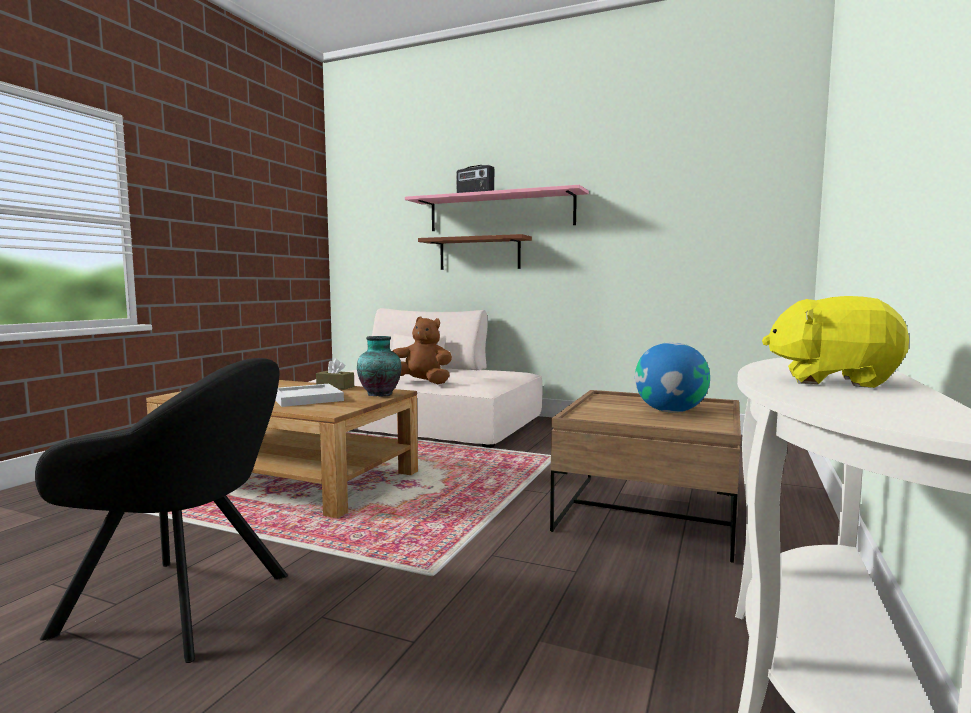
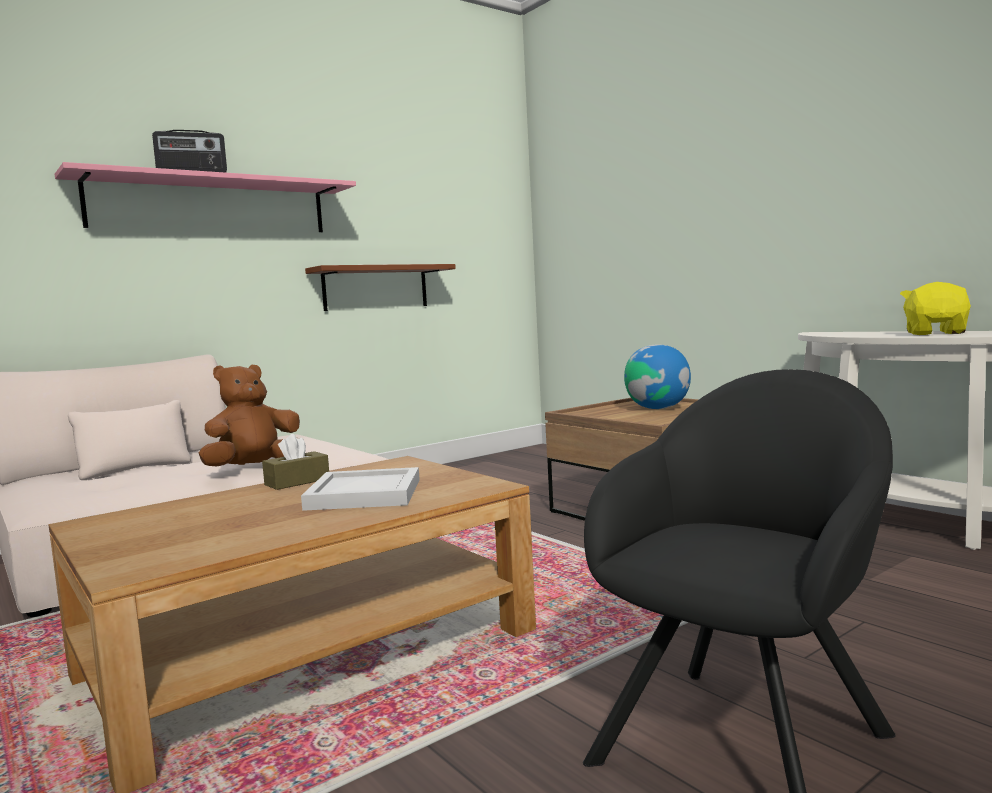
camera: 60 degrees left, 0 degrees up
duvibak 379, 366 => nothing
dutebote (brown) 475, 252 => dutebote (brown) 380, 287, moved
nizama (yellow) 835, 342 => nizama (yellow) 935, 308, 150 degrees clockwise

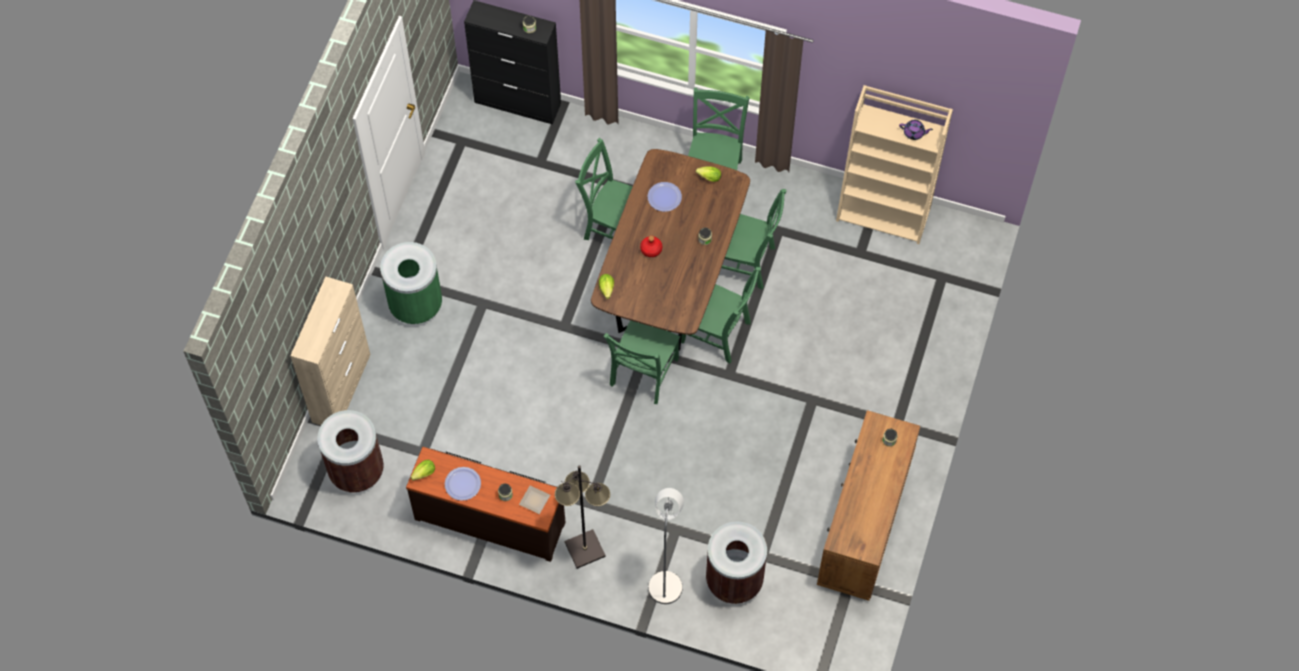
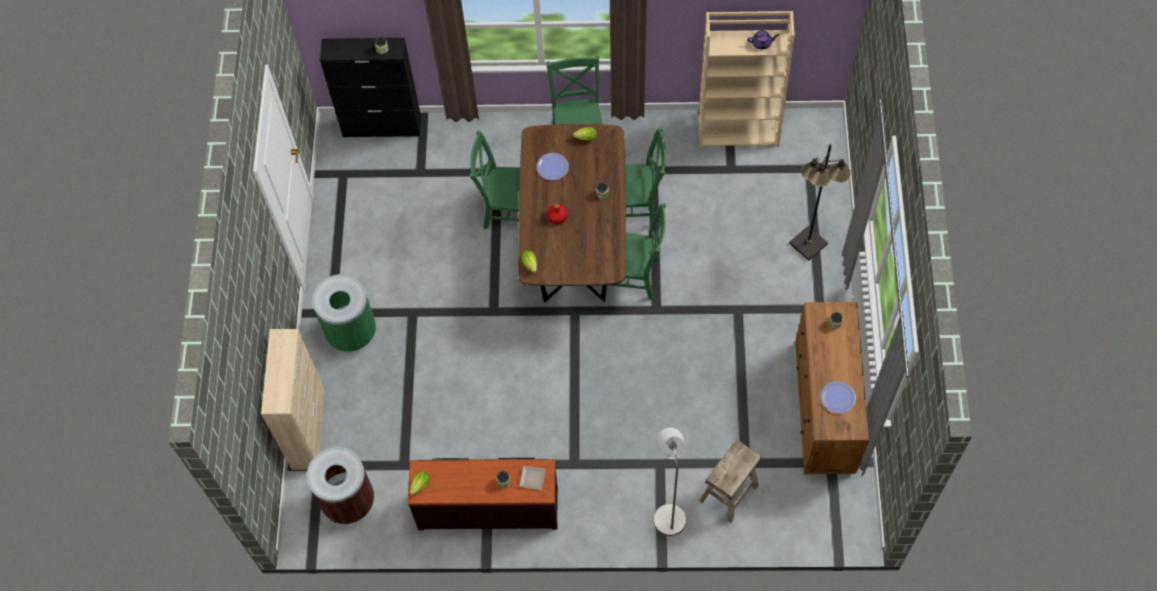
camera: 15 degrees left, 0 degrees up
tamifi 463, 484 => tamifi 838, 397, moved
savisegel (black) 582, 517 => savisegel (black) 820, 202, moved
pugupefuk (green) 642, 362 => nothing
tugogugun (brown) 736, 563 => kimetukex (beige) 730, 481

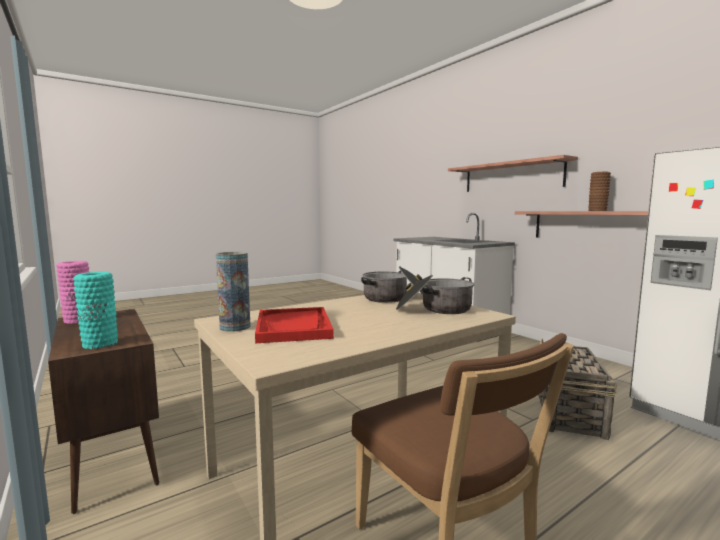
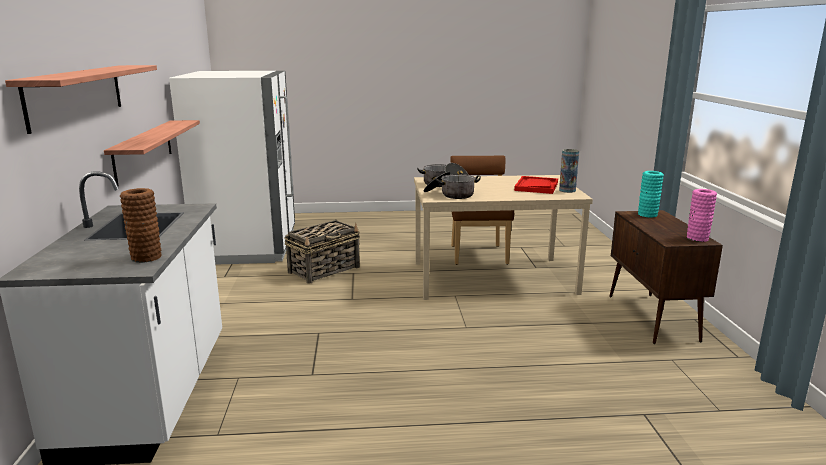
camera: 150 degrees left, 10 degrees up
duvibak (brown) 599, 191 => duvibak (brown) 140, 225, moved

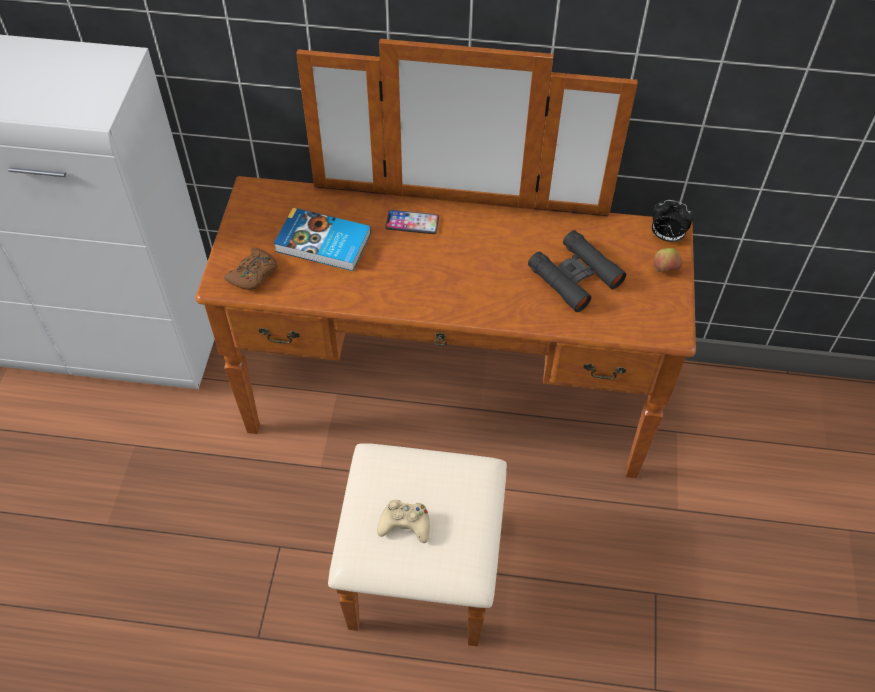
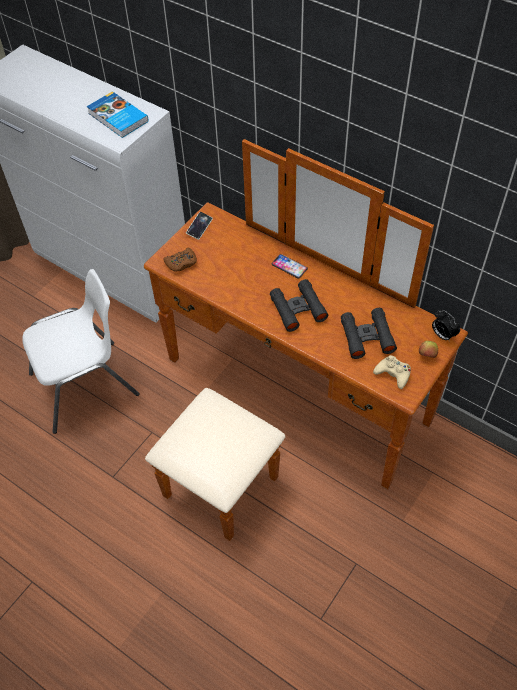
camera: 30 degrees right, 0 degrees up
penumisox 322, 239 => penumisox 117, 114, moved
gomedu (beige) 403, 521 => gomedu (beige) 392, 372, moved
nothing => pugupefuk (white) 80, 351
nothing => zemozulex 199, 226
nothing => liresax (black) 299, 305

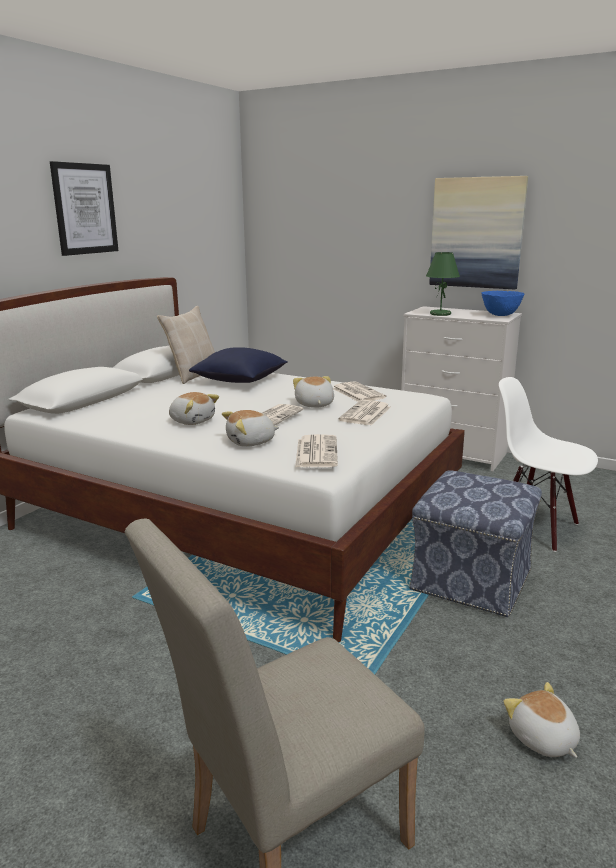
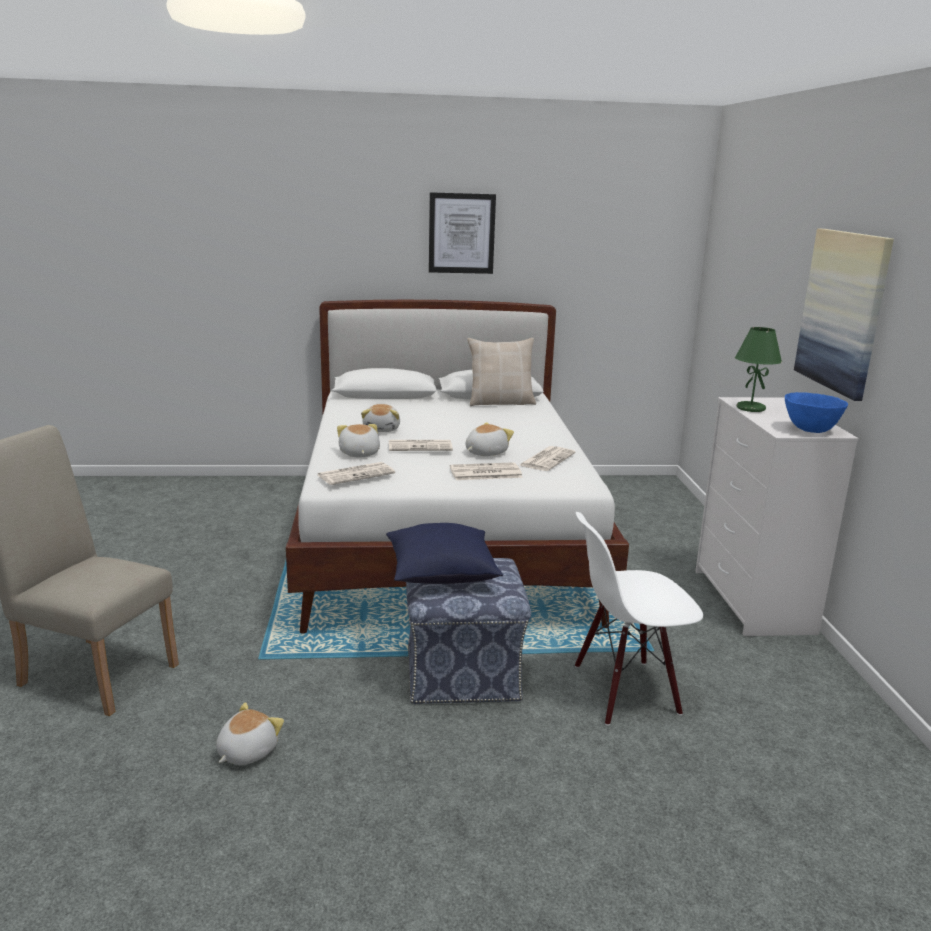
camera: 55 degrees right, 0 degrees up
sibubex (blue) 238, 365 => sibubex (blue) 444, 553, moved
nizama 250, 428 => nizama 358, 440, 45 degrees clockwise
pugupefuk (white) 548, 464 => pugupefuk (white) 639, 619, 105 degrees counterclockwise

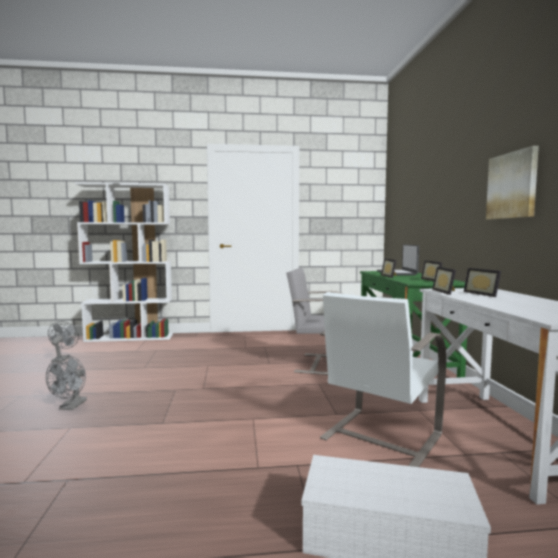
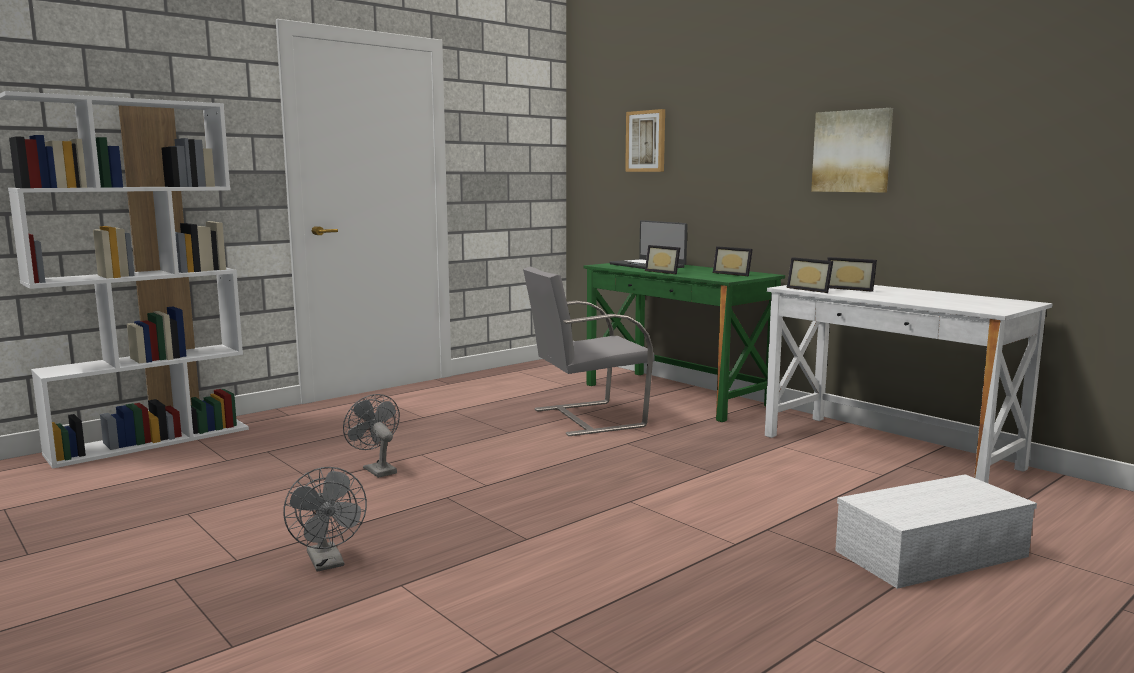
camera: 35 degrees left, 5 degrees up
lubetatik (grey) 63, 342 => lubetatik (grey) 371, 436, moved
pugupefuk (white) 383, 379 => nothing
nothing => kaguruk 645, 140

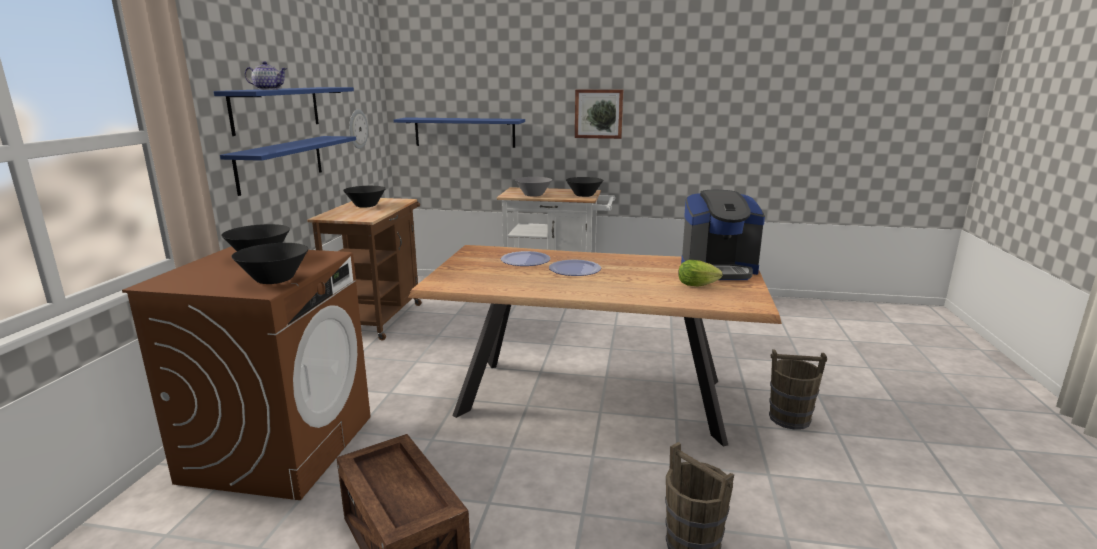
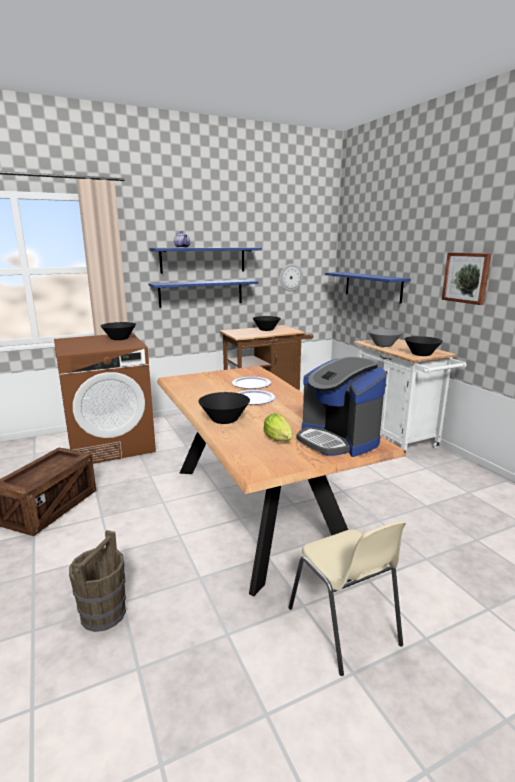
camera: 55 degrees right, 0 degrees up
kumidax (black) 269, 263 => kumidax (black) 224, 408, moved
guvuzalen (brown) 798, 389 => pugupefuk (beige) 347, 598

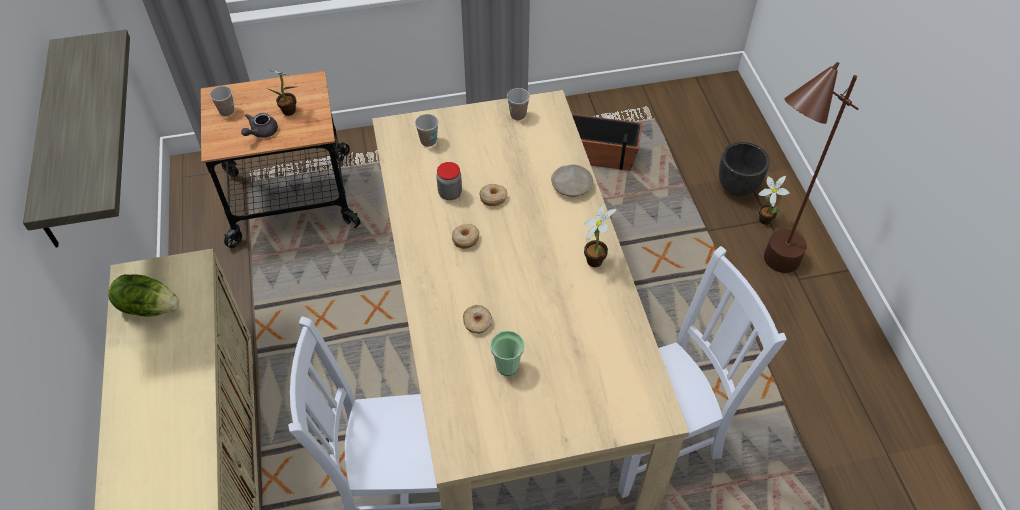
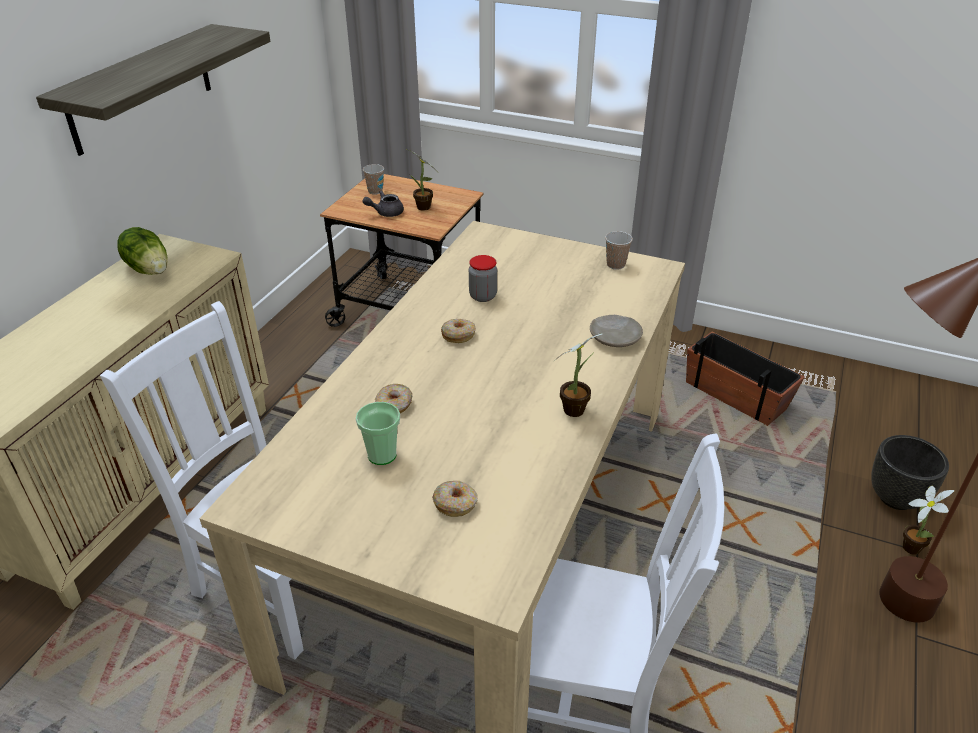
camera: 35 degrees right, 15 degrees down
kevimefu 426, 130 => nothing
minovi 493, 195 => minovi 455, 499, moved

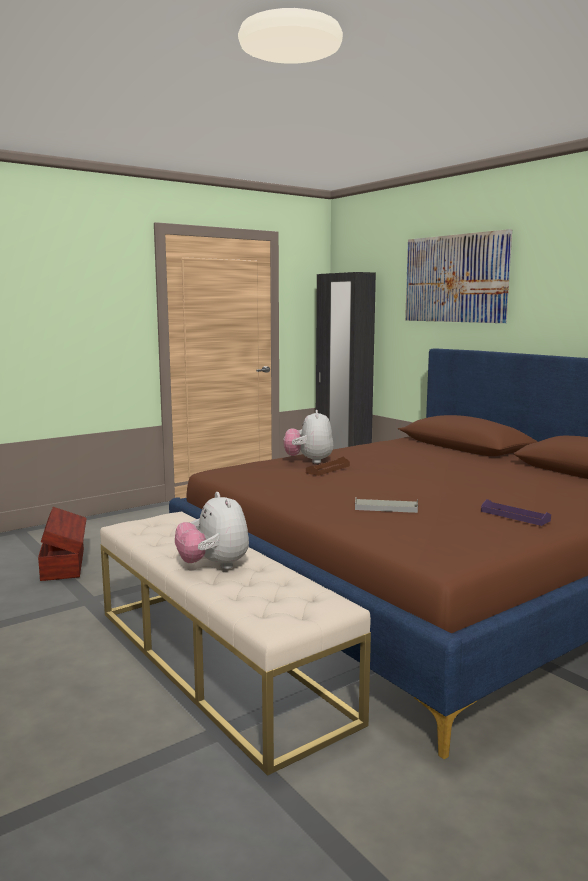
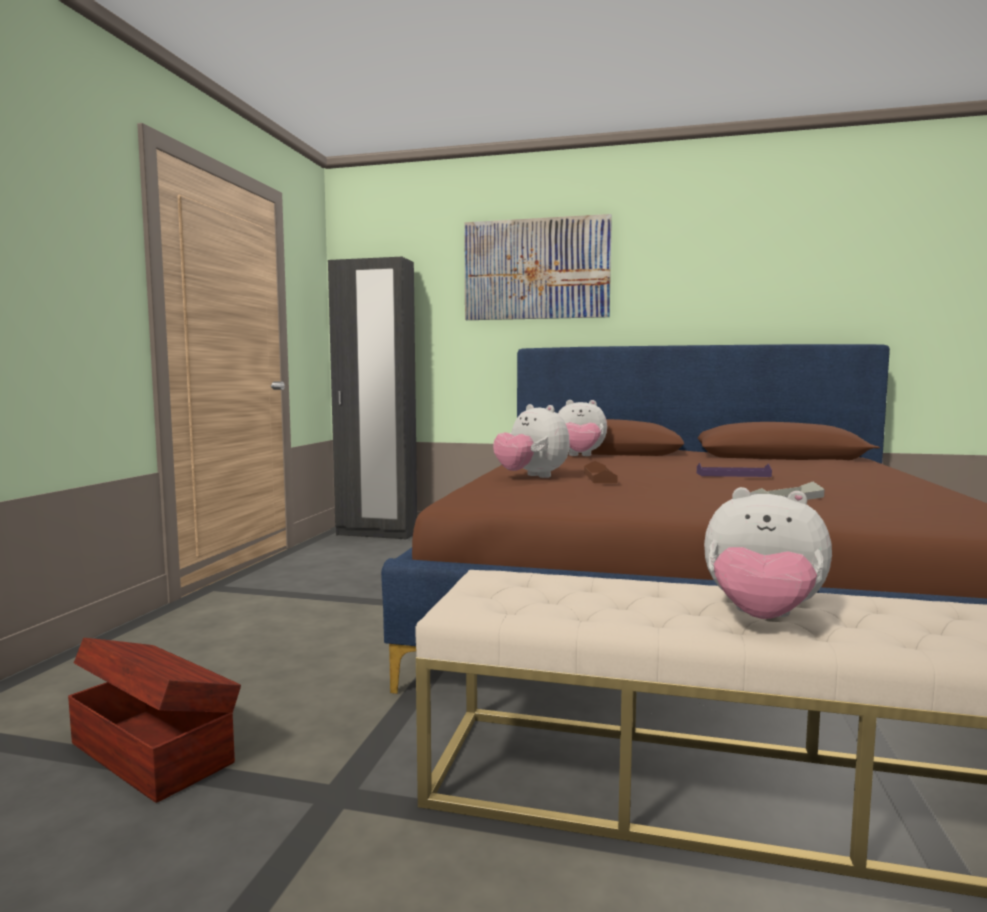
camera: 40 degrees left, 5 degrees down
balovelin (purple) 516, 512 => balovelin (purple) 734, 470, moved
nothing => nizama 582, 428

